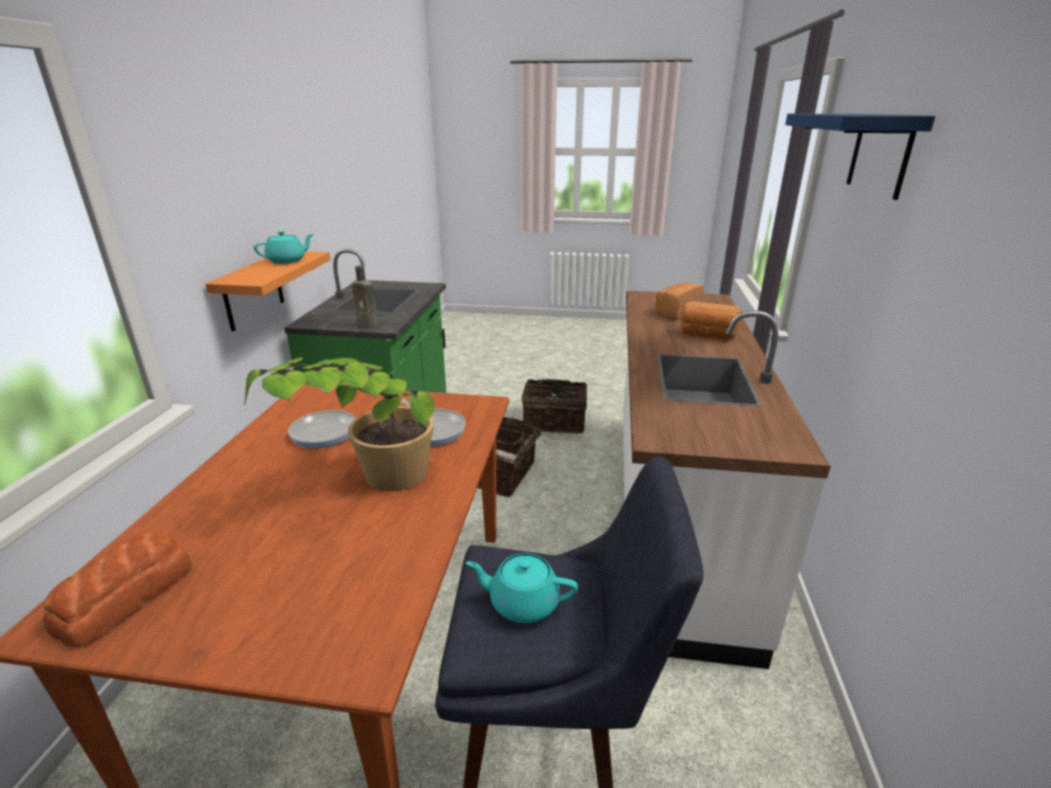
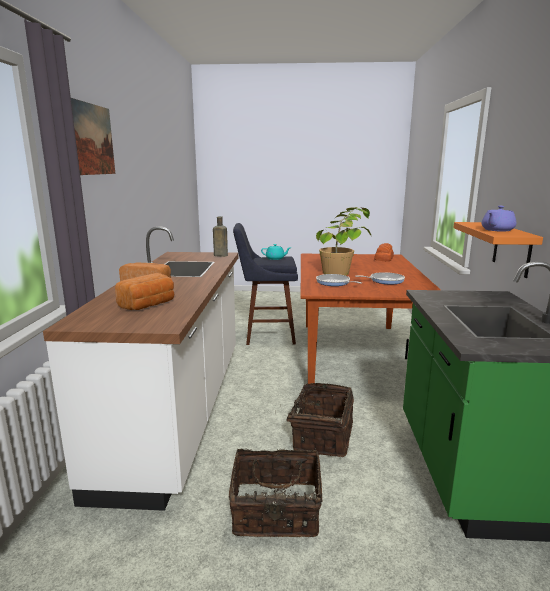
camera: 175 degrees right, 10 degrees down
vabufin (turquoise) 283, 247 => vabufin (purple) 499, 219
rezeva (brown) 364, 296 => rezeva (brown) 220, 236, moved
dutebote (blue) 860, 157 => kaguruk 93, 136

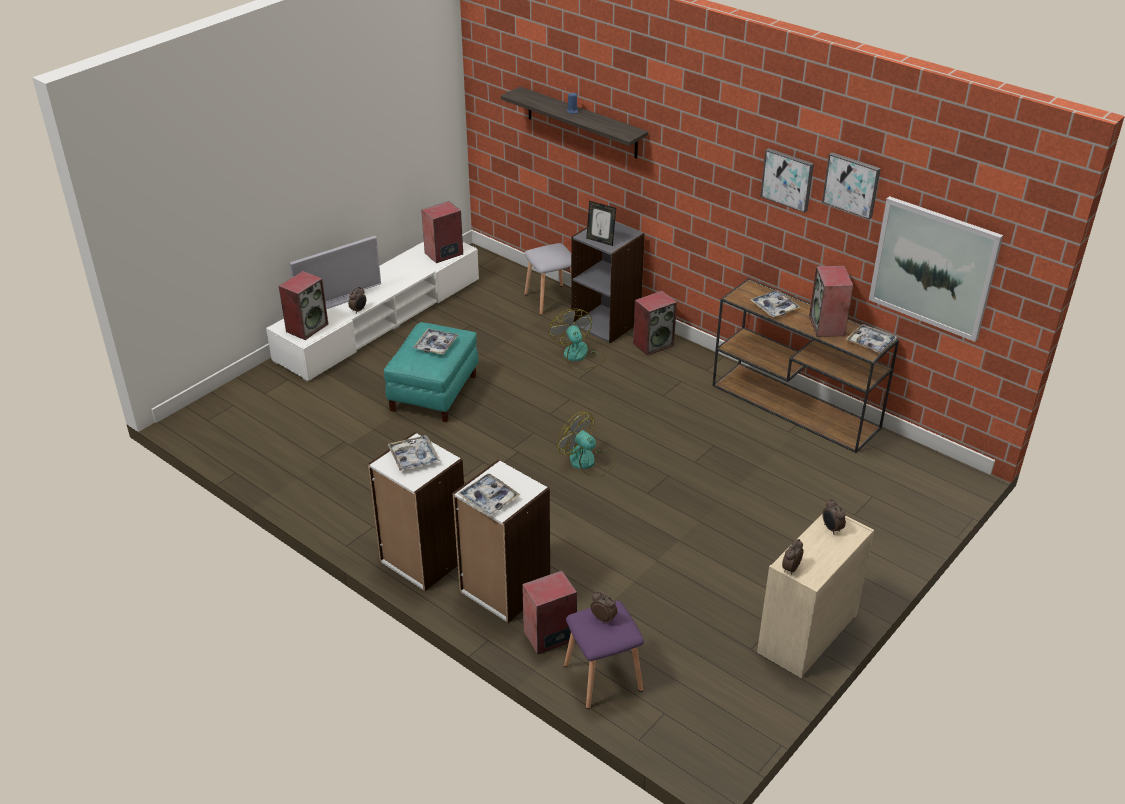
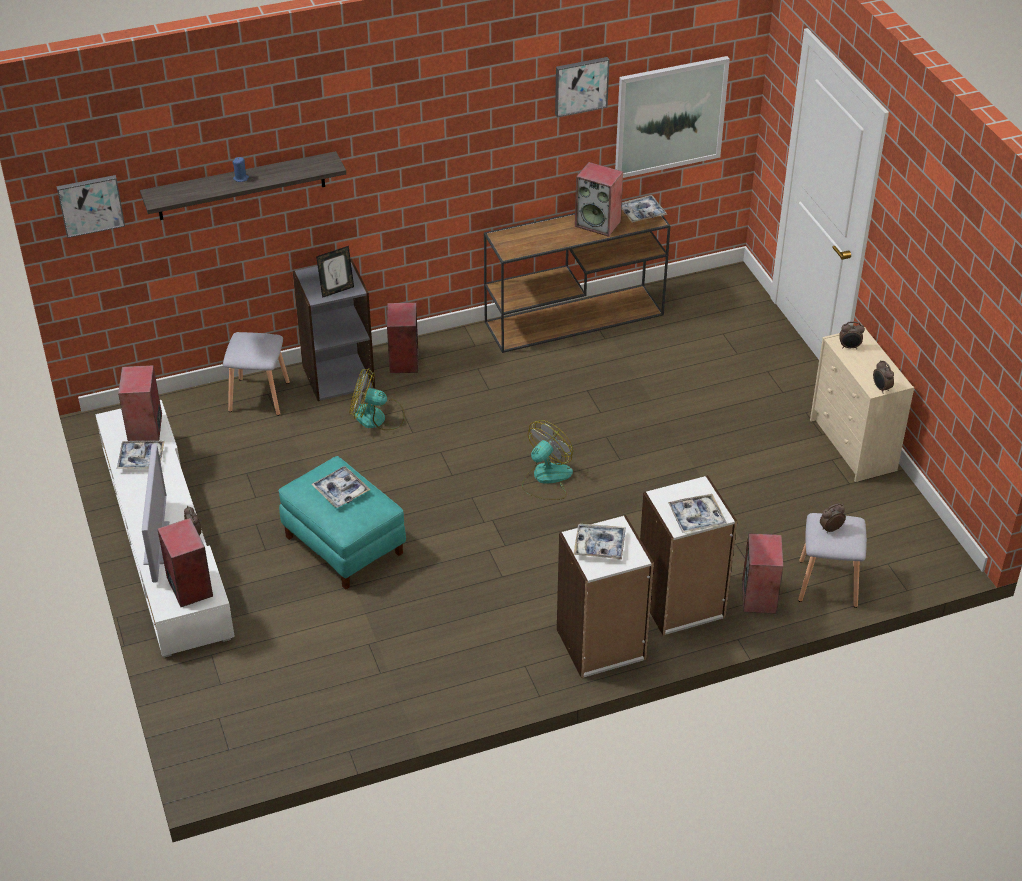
camera: 60 degrees left, 5 degrees up
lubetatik 586, 444 => lubetatik 547, 460, 150 degrees clockwise
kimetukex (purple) 604, 655 => kimetukex (grey) 832, 560
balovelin 775, 303 => balovelin 141, 455, moved
kaguruk 787, 180 => kaguruk 90, 206, moved

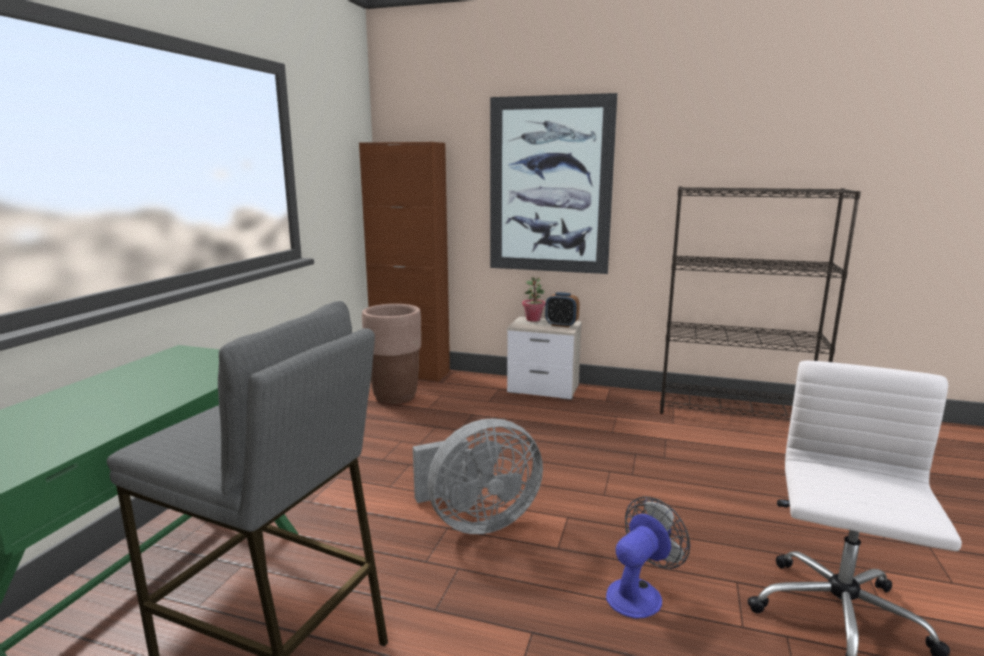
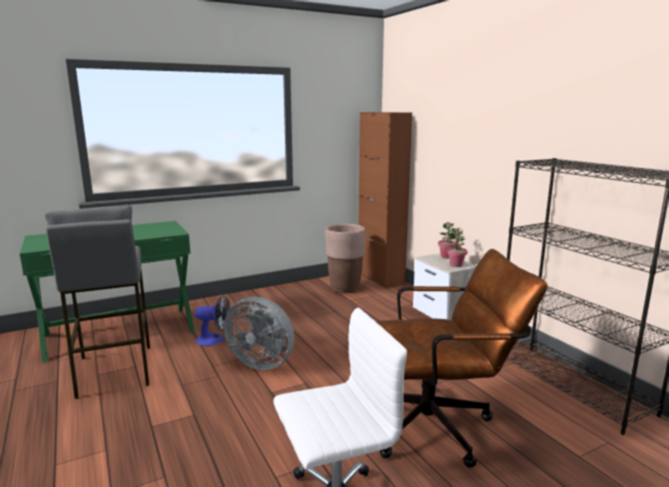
camera: 45 degrees right, 0 degrees up
kaguruk 553, 183 => nothing
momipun 562, 310 => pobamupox 457, 247
lubetatik 648, 558 => lubetatik 212, 320, moved
nothing => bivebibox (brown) 462, 358

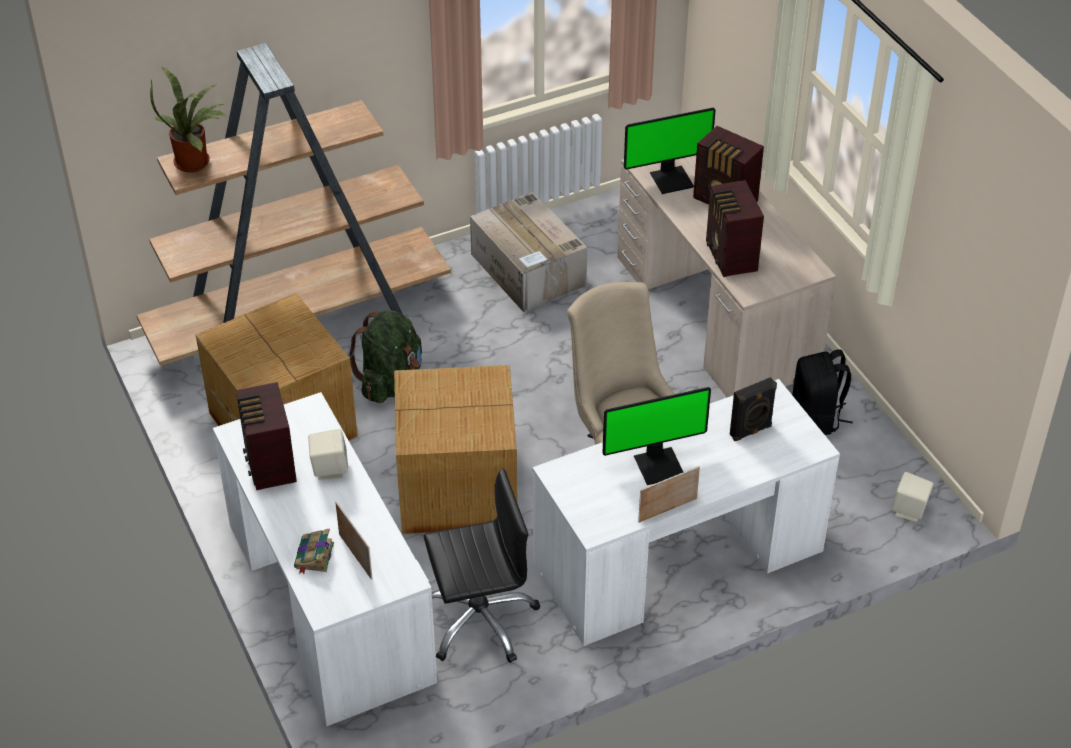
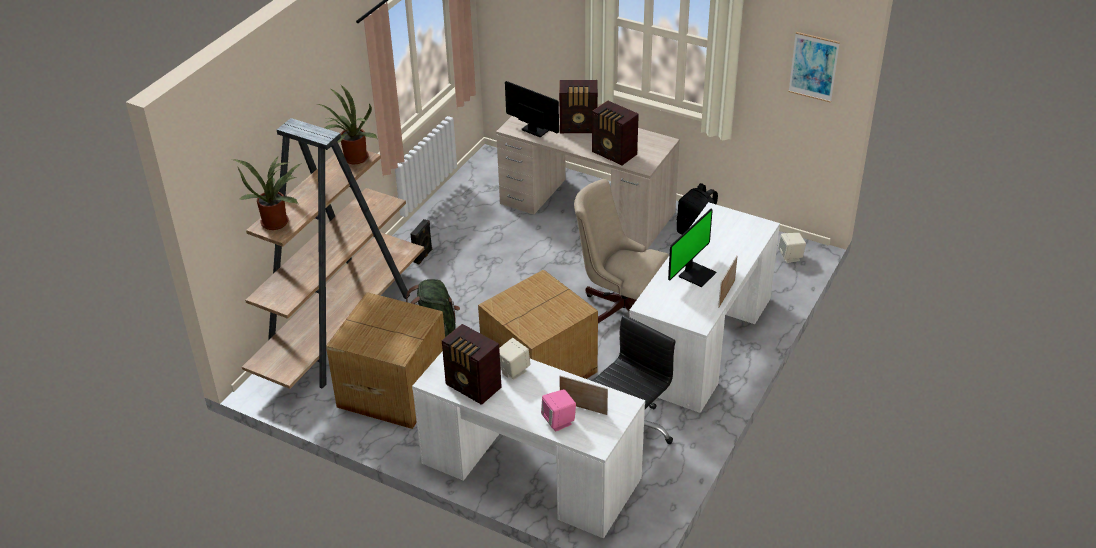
camera: 35 degrees left, 5 degrees down
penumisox 314, 551 => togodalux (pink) 558, 410
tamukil 528, 252 => nothing
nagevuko 669, 151 => nagevuko 532, 109, 90 degrees counterclockwise
togodalux (black) 753, 409 => togodalux (black) 421, 242, moved
nothing => pobamupox 347, 124
nothing => kaguruk 814, 67

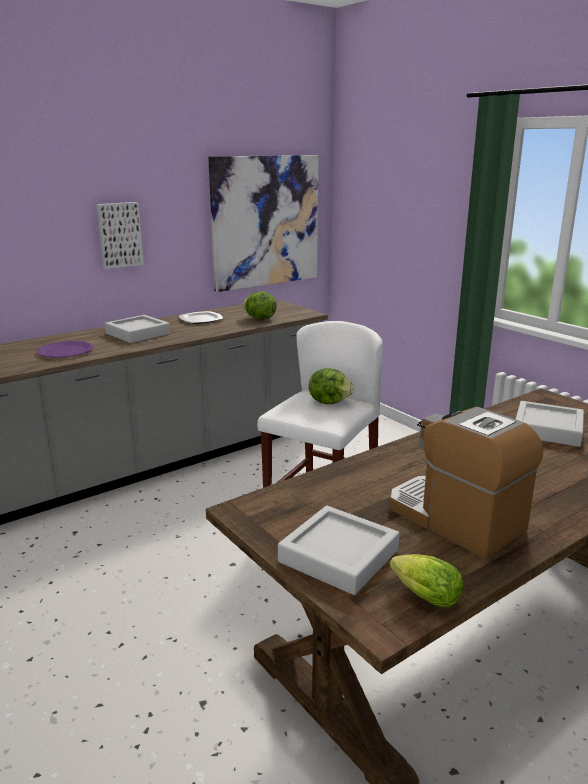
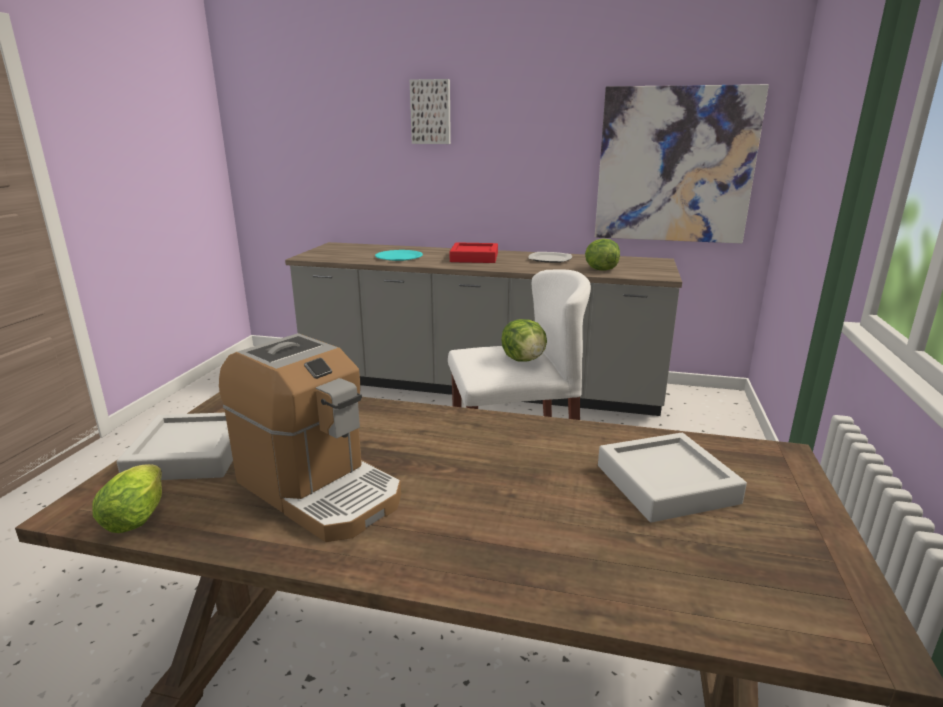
camera: 50 degrees right, 0 degrees up
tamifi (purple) 64, 349 => tamifi (turquoise) 399, 255
kaguruk 120, 235 => kaguruk 430, 111, moved
balovelin (grey) 137, 329 => balovelin (red) 474, 252
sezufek 466, 483 => sezufek 310, 437, 120 degrees clockwise

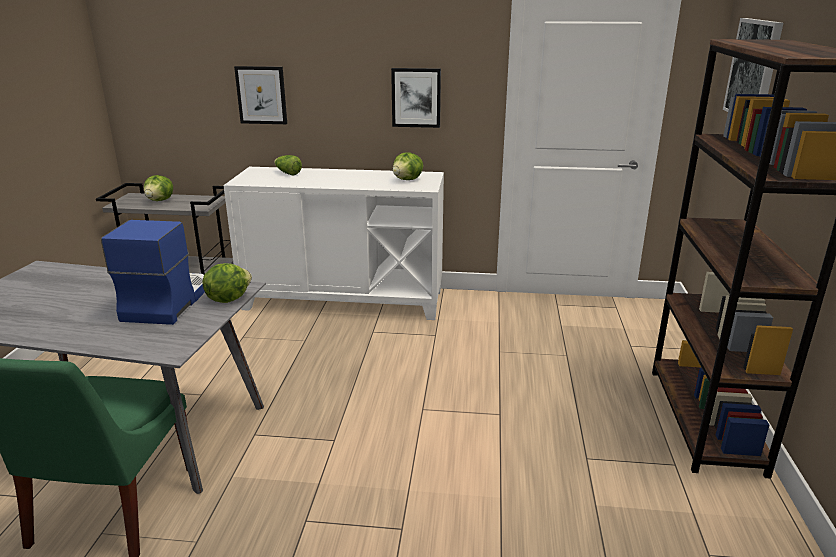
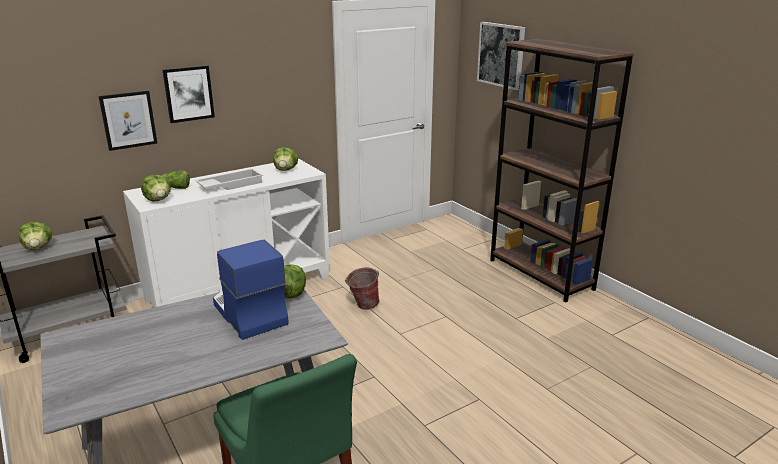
camera: 40 degrees left, 0 degrees up
kaguruk 416, 98 => kaguruk 188, 94, moved
nothing => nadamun 156, 188
nothing => balovelin (white) 229, 179
nothing => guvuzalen 362, 289

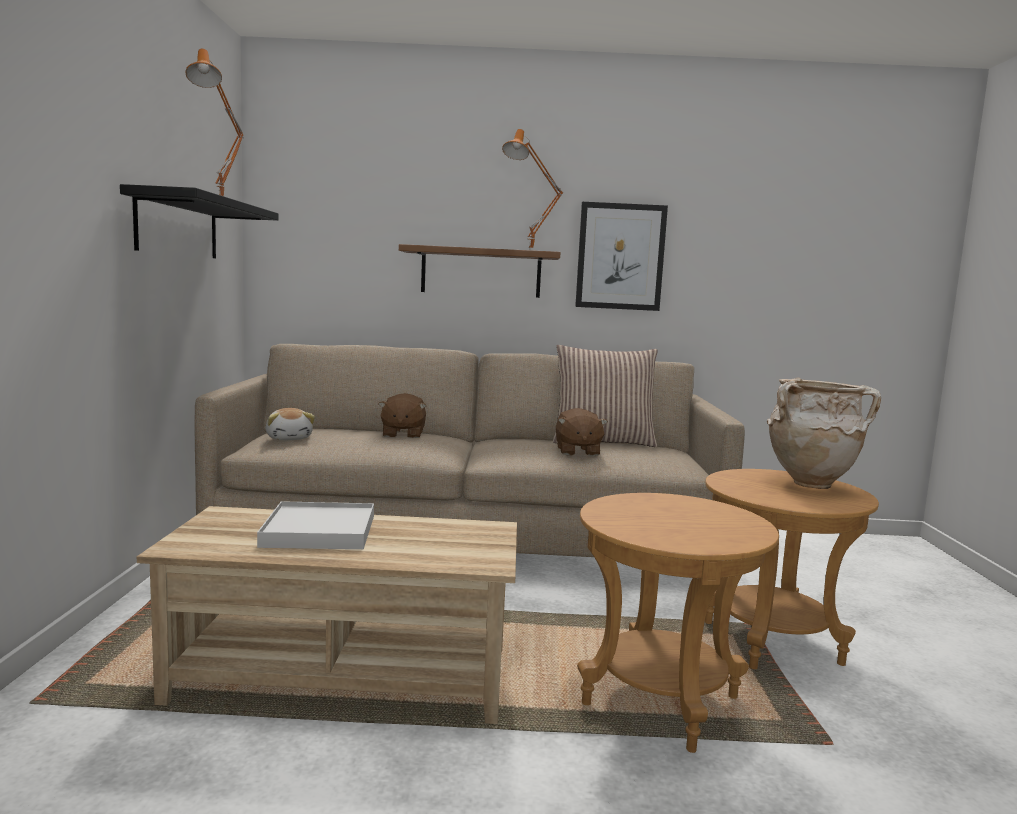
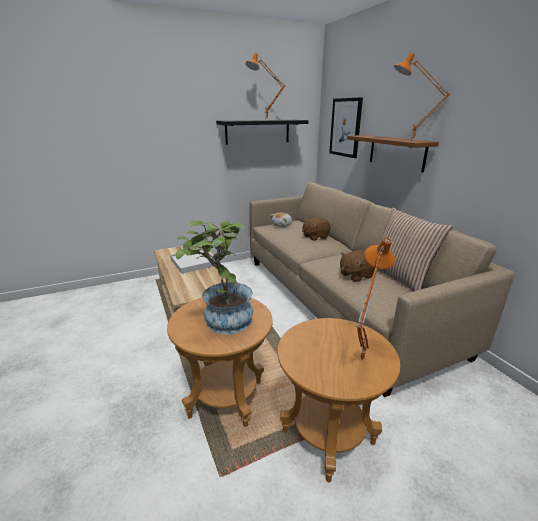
camera: 65 degrees right, 15 degrees up
kaguruk 621, 256 => kaguruk 346, 127, moved
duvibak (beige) 824, 433 => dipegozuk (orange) 375, 299
nothing => pobamupox 214, 277

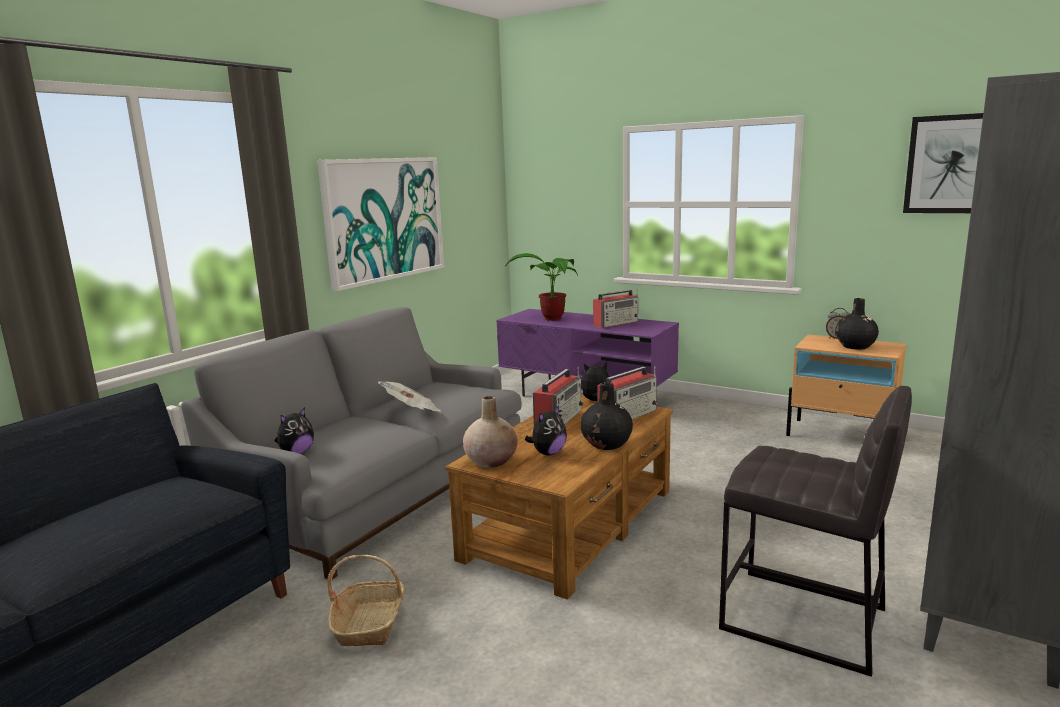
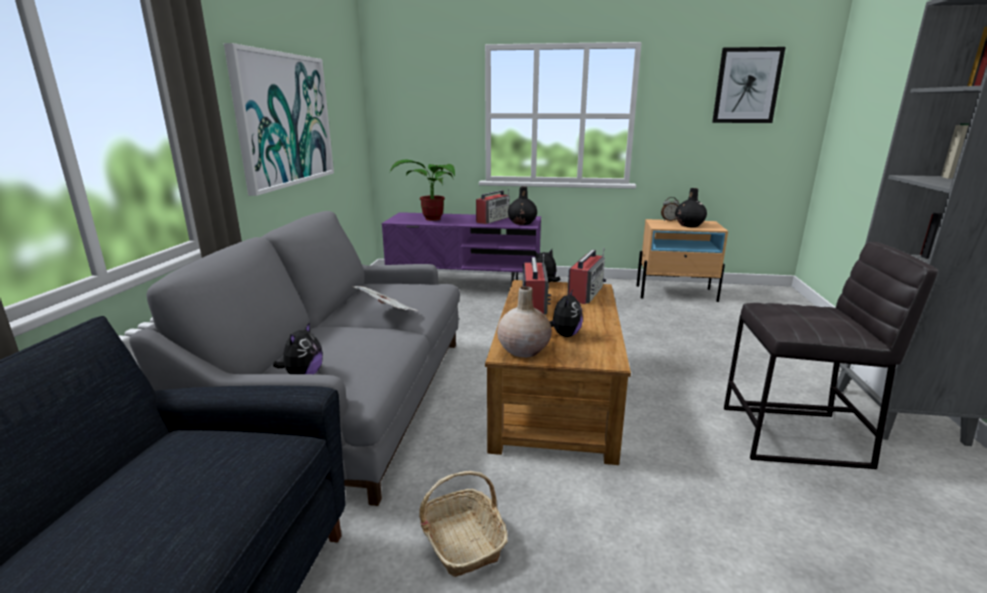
camera: 25 degrees left, 5 degrees up
duvibak (black) 606, 416 => duvibak (black) 522, 205, moved

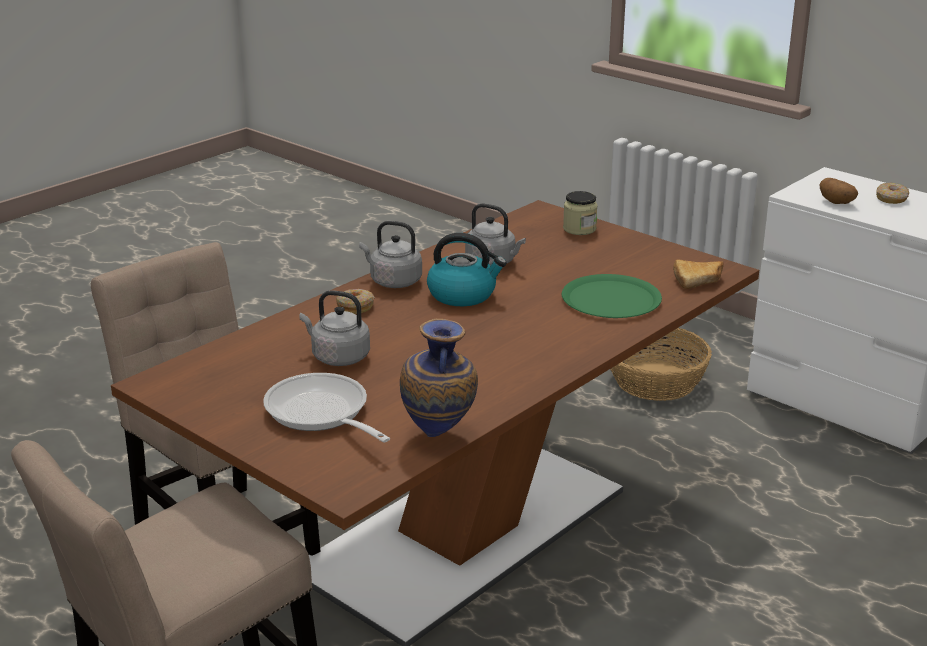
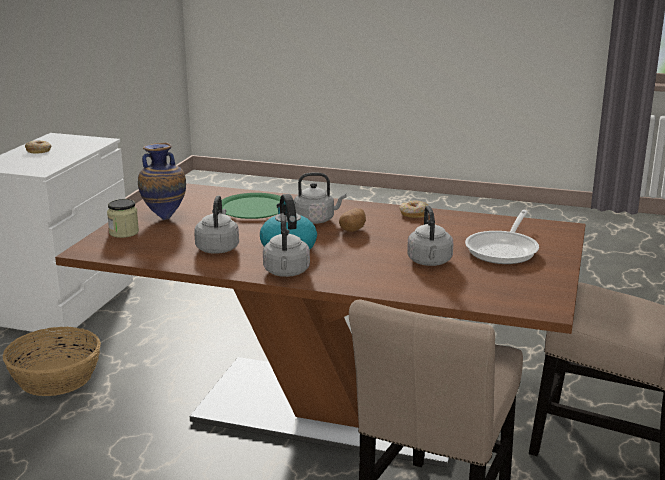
camera: 115 degrees left, 5 degrees down
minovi 355, 301 => minovi 414, 209, moved
duvibak 439, 378 => duvibak 162, 181, moved
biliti 698, 274 => nothing
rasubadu 839, 191 => rasubadu 352, 220, moved
nothing => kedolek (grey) 320, 198

